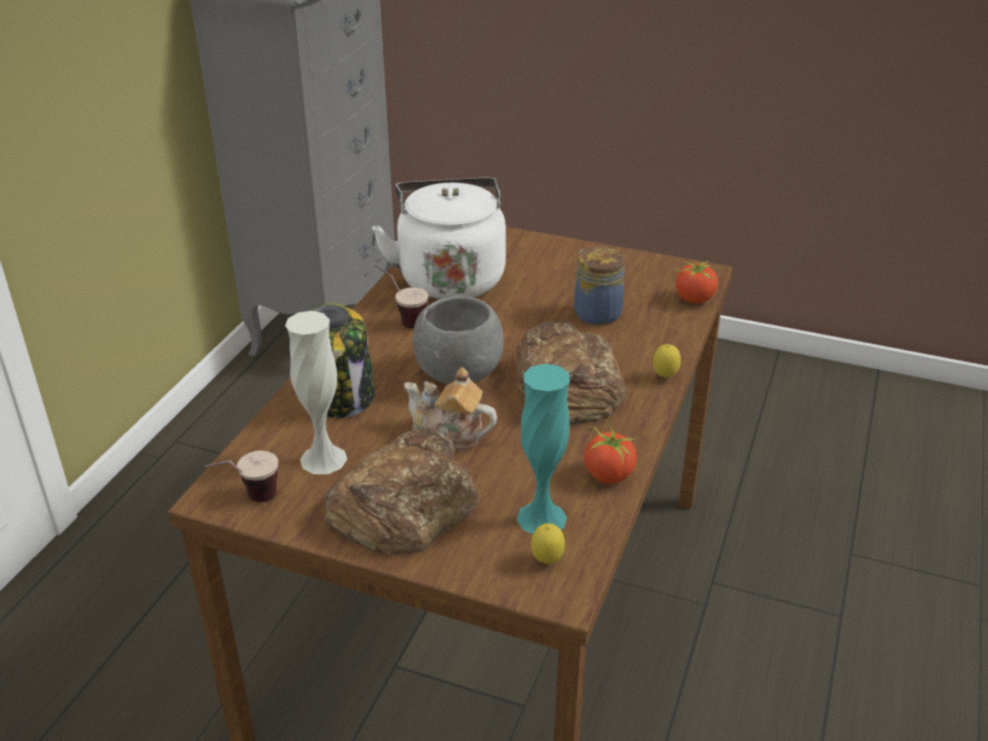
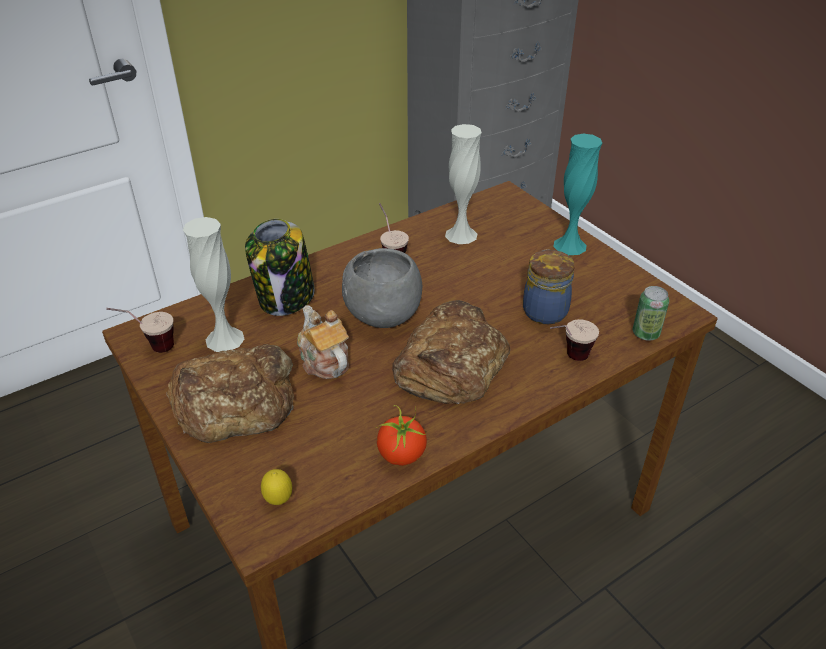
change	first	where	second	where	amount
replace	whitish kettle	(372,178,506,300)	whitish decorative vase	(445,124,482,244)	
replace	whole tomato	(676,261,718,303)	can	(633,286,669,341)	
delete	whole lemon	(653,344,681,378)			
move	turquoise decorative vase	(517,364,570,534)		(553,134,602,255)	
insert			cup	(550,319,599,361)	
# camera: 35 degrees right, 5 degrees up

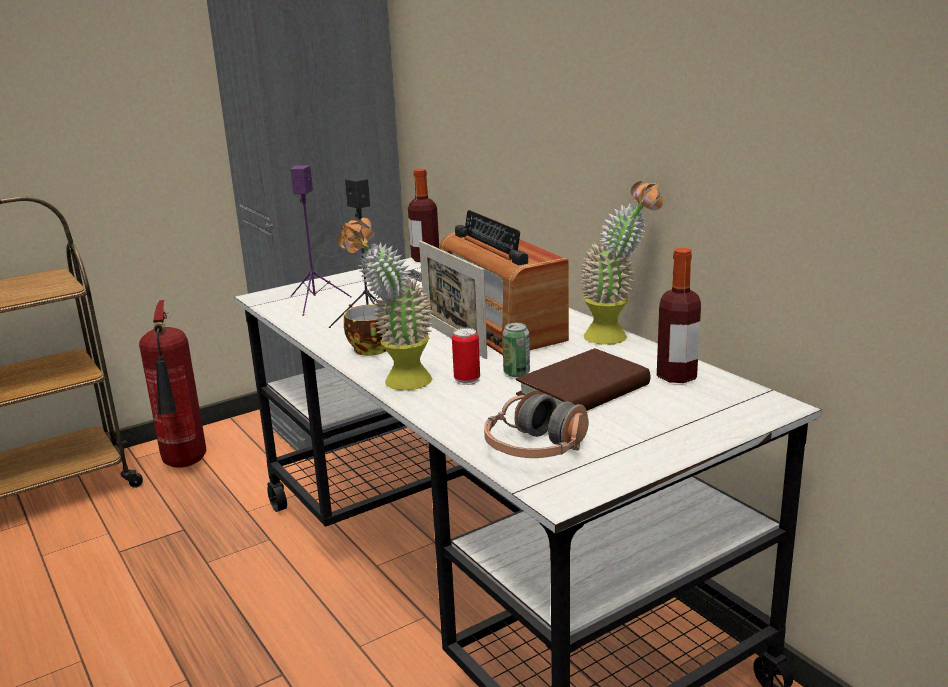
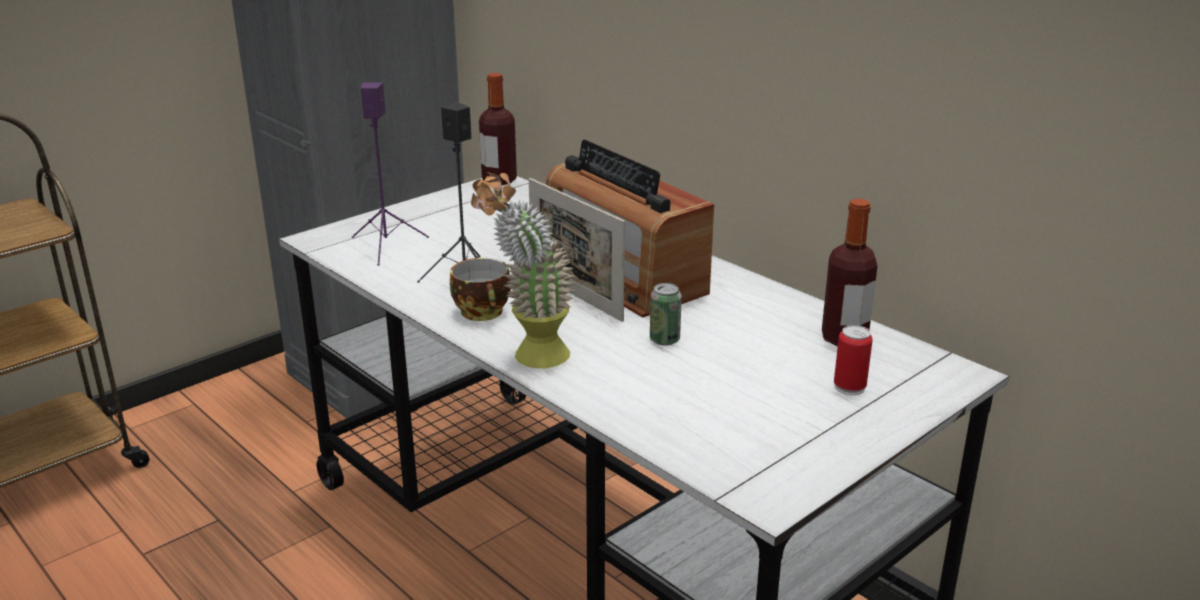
change	first	where	second	where	amount
delete	houseplant	(580,181,663,345)			
delete	extinguisher	(139,300,206,467)			
move	can	(452,328,480,385)		(834,325,873,395)	
delete	brown-coloured volume	(516,348,651,411)			
delete	pair of headphones	(484,390,589,458)			
# camera: 10 degrees left, 5 degrees up

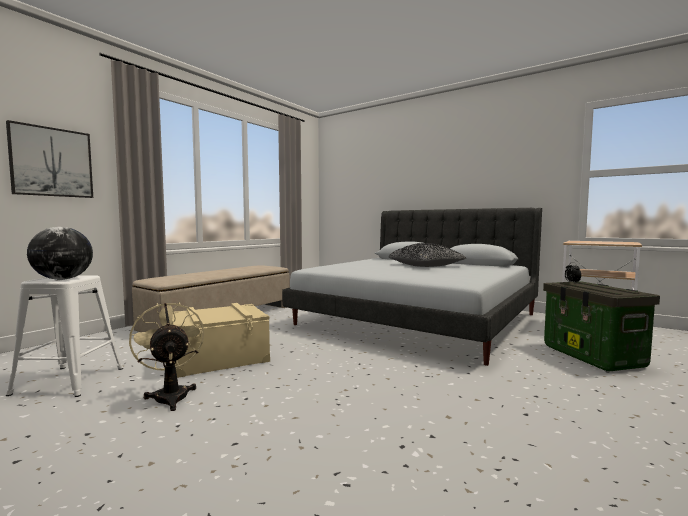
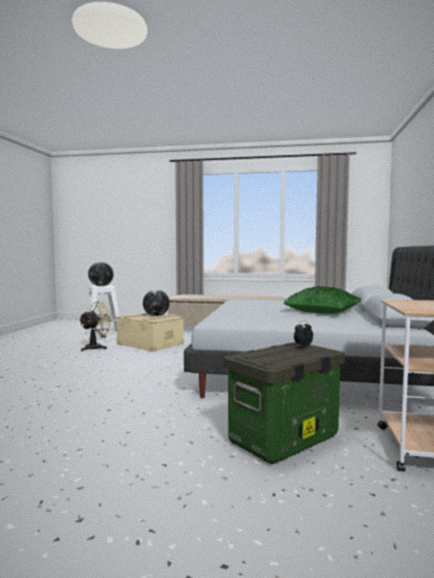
change	first	where	second	where	amount
delete	wall art	(6,120,93,198)			
recolor	greyish throw pillow	(389,243,466,267)	green throw pillow	(284,286,362,314)	
insert			world globe	(143,290,170,316)	
# camera: 65 degrees right, 0 degrees up

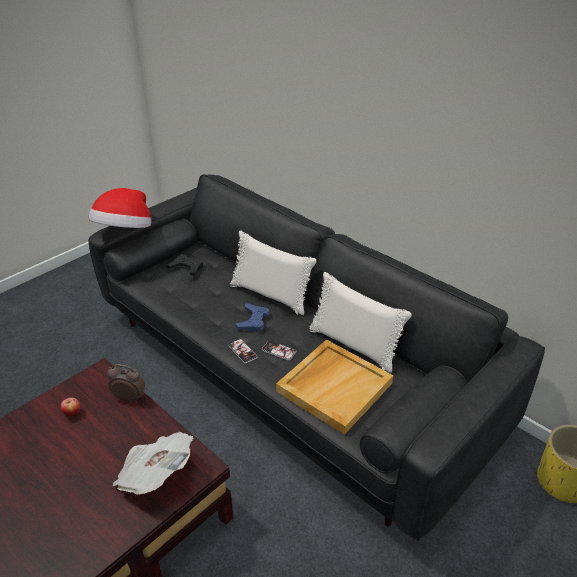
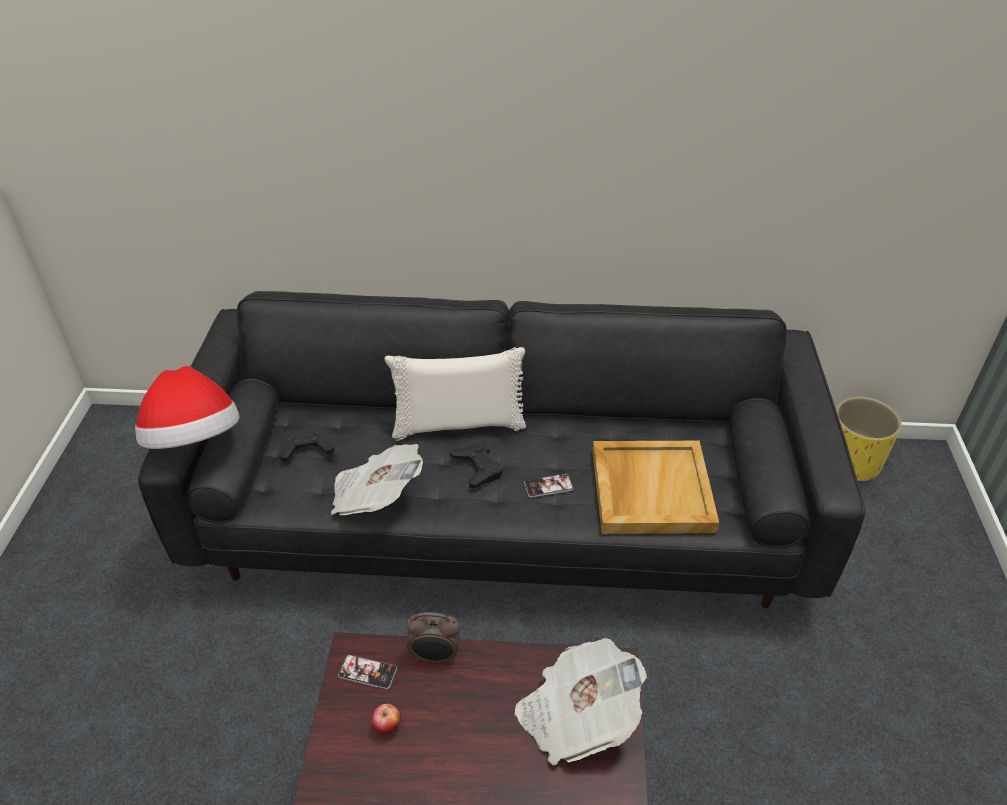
change	first	where	second	where	amount
delete	whitish throw pillow	(309,272,412,373)			
recolor	blue joypad	(235,303,269,332)	black-coloured joypad	(449,442,502,488)	
move	telephone	(228,339,258,364)		(338,655,397,689)	
rotate	bedside clock	(107,364,145,403)		(407,612,460,663)	150 degrees counterclockwise
insert			printed paper	(331,444,423,515)	
# camera: 40 degrees left, 5 degrees up

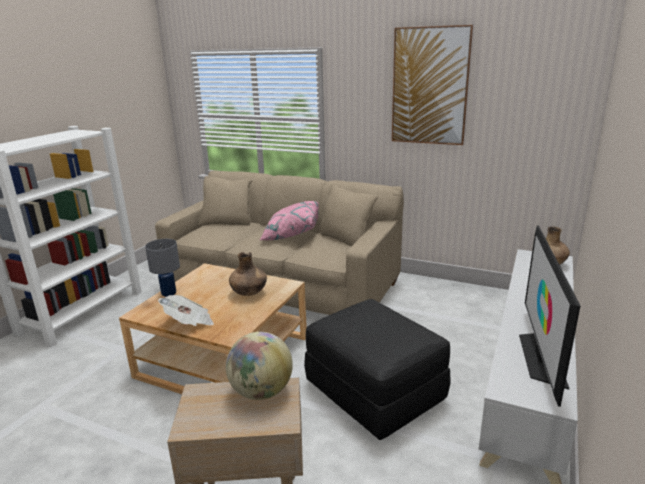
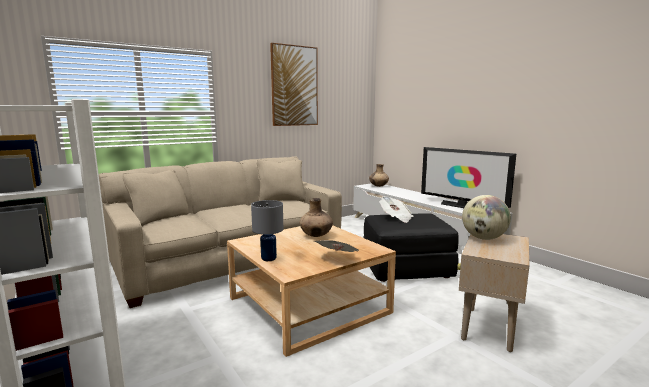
change	first	where	second	where	amount
delete	pinkish throw pillow	(260,201,319,240)			
insert			printed paper	(379,196,413,223)	
# camera: 60 degrees left, 10 degrees down

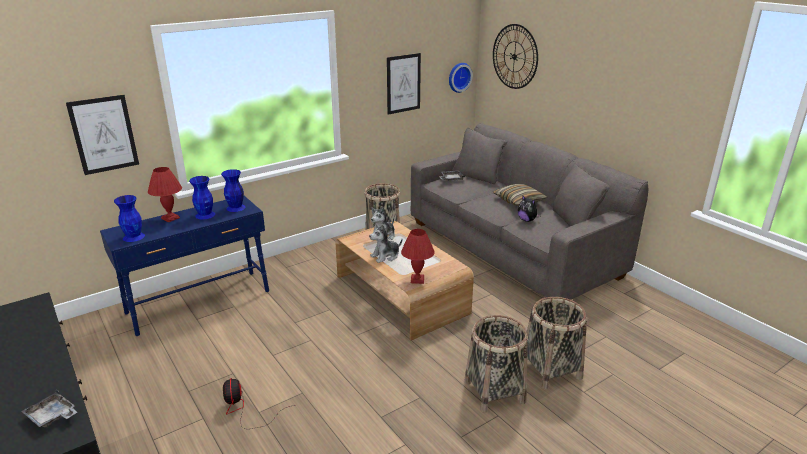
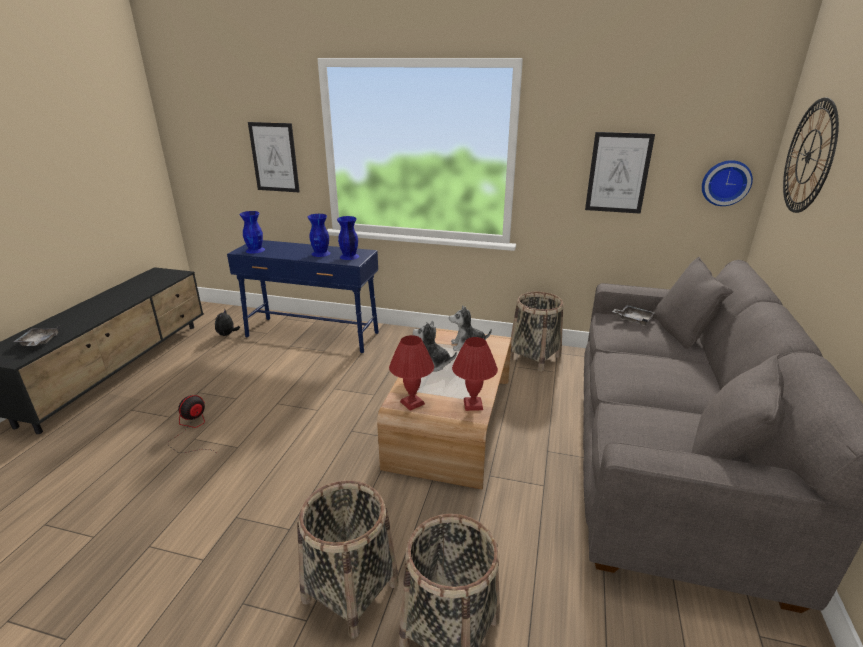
change	first	where	second	where	amount
move	red tabletop lamp	(148,167,182,222)		(452,337,498,411)	
delete	throw pillow	(493,184,548,206)			
move	soft toy	(518,195,541,222)		(215,310,240,336)	
# camera: 50 degrees right, 0 degrees up

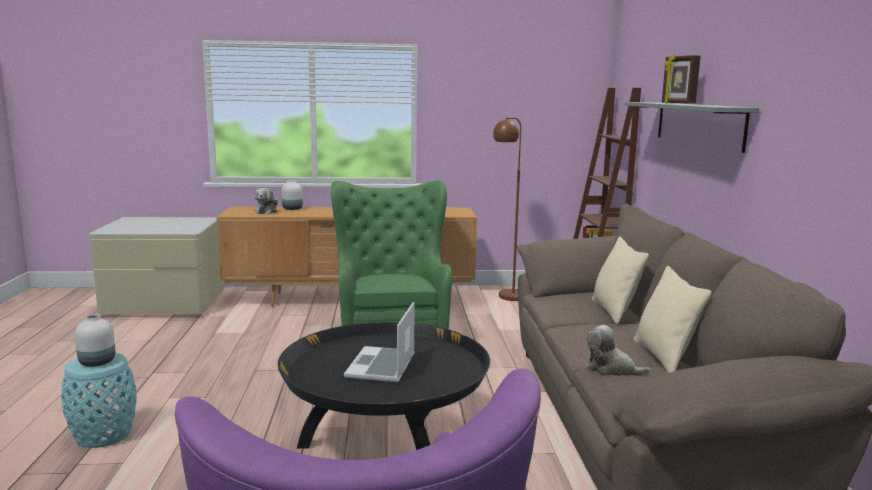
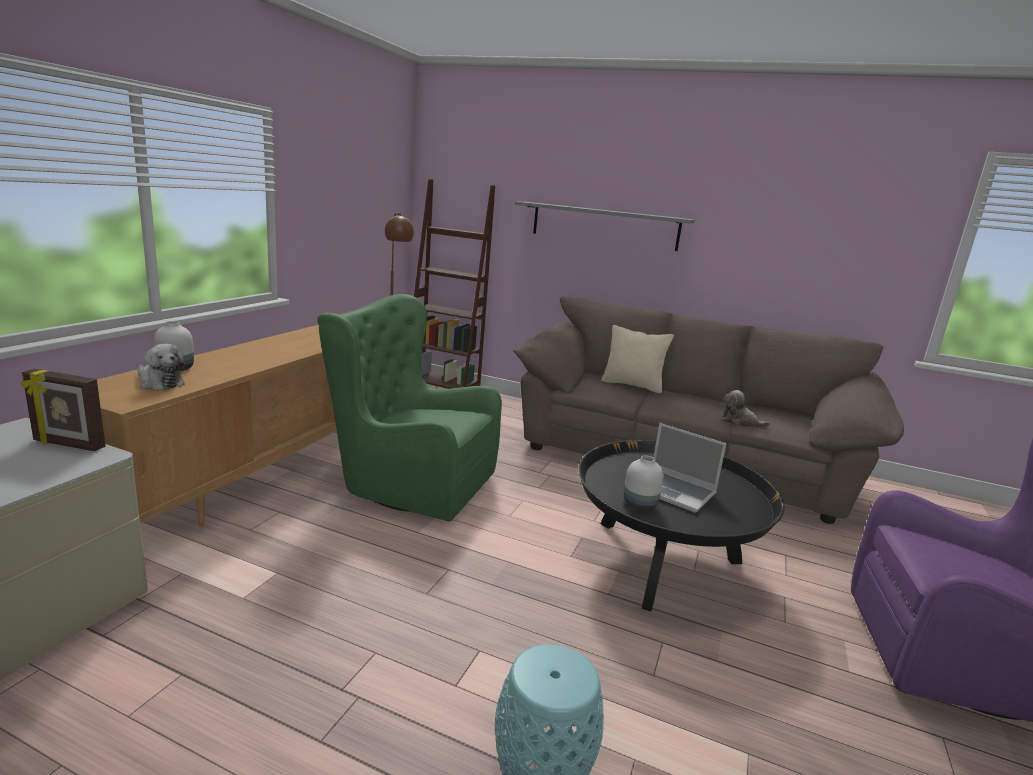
change	first	where	second	where	amount
move	picture frame	(662,54,701,104)		(21,369,106,451)	
delete	beige-coloured throw pillow	(634,266,712,373)			
move	whitish decorative vase	(75,314,115,367)		(624,455,664,510)	
rotate	soft toy	(586,325,651,377)		(722,390,770,428)	60 degrees clockwise
# camera: 65 degrees left, 5 degrees up

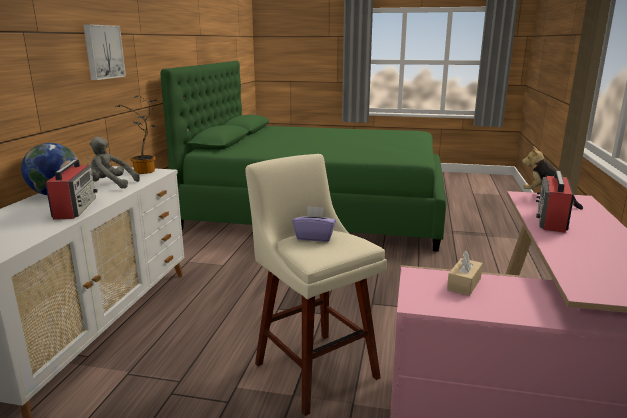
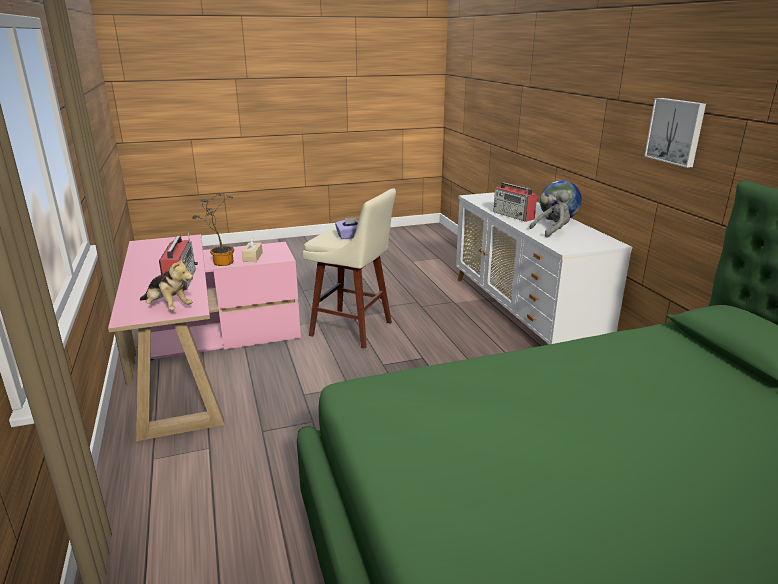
change	first	where	second	where	amount
move	houseplant	(115,96,157,174)		(192,194,234,266)	
# camera: 150 degrees right, 5 degrees up

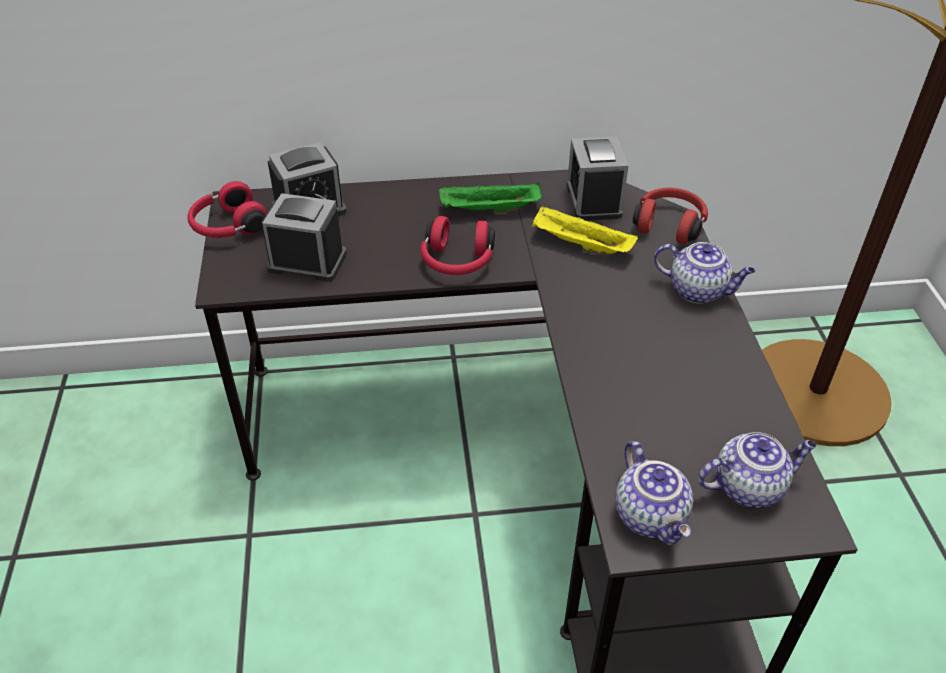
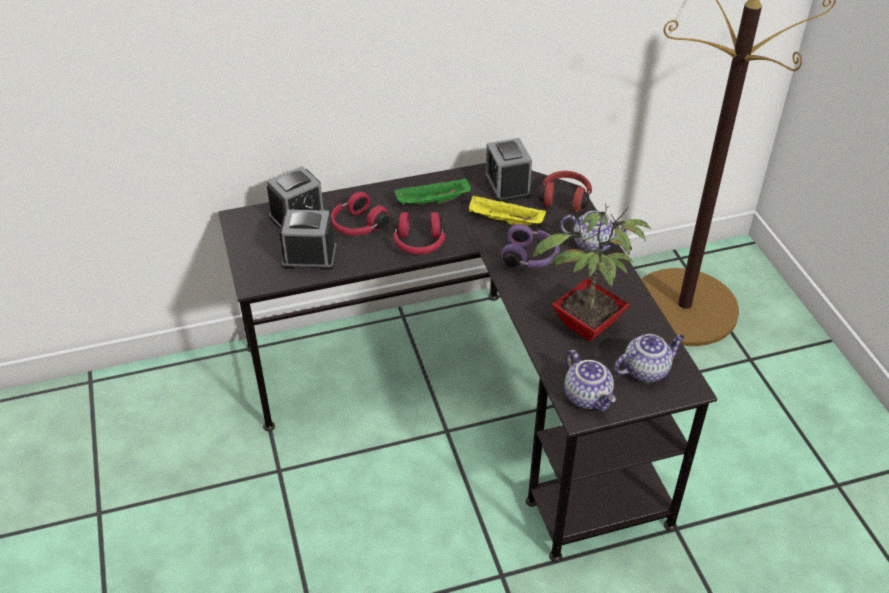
change	first	where	second	where	amount
move	red pair of headphones	(187,181,267,238)		(331,192,389,236)	
insert			houseplant	(532,200,651,341)	
insert			purplish pair of headphones	(501,224,560,268)	
# camera: 10 degrees left, 0 degrees up

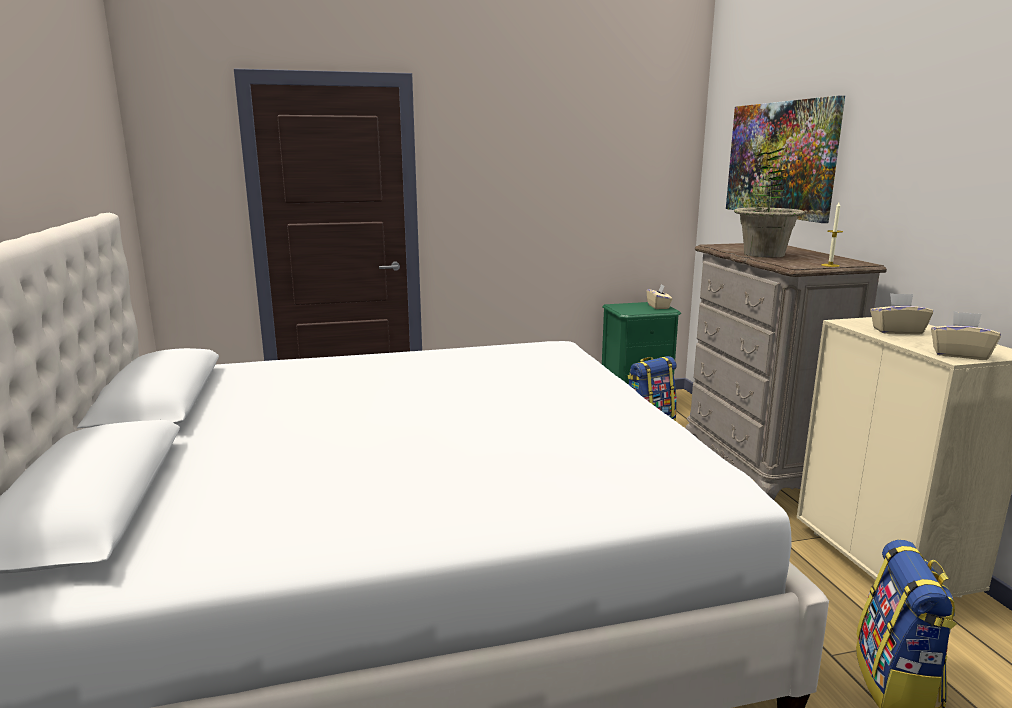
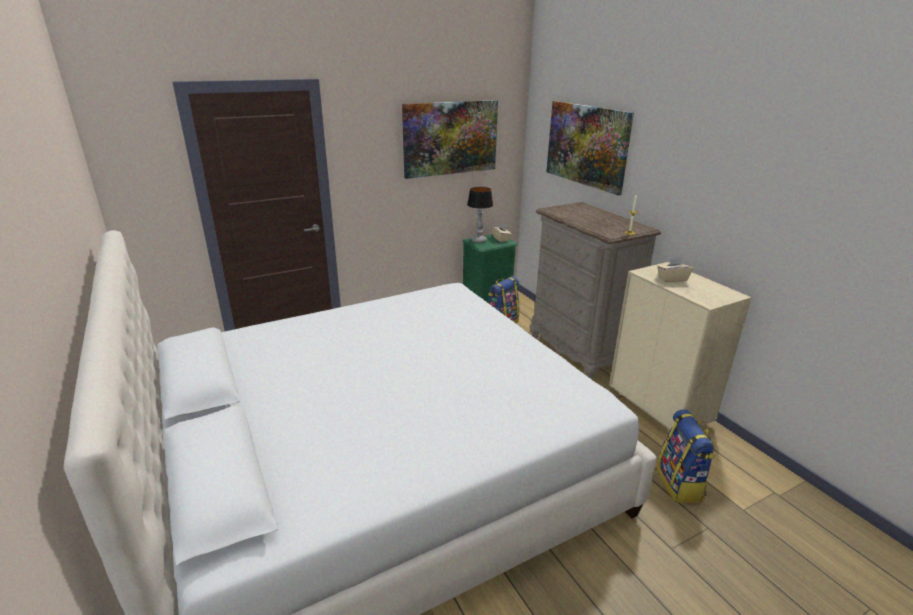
change	first	where	second	where	amount
delete	houseplant	(734,148,805,258)			
delete	beige-coloured tissue box	(931,311,1001,360)			
insert			wall art	(402,100,498,179)	
insert			tabletop lamp	(467,187,493,243)	
# camera: 15 degrees left, 10 degrees up

